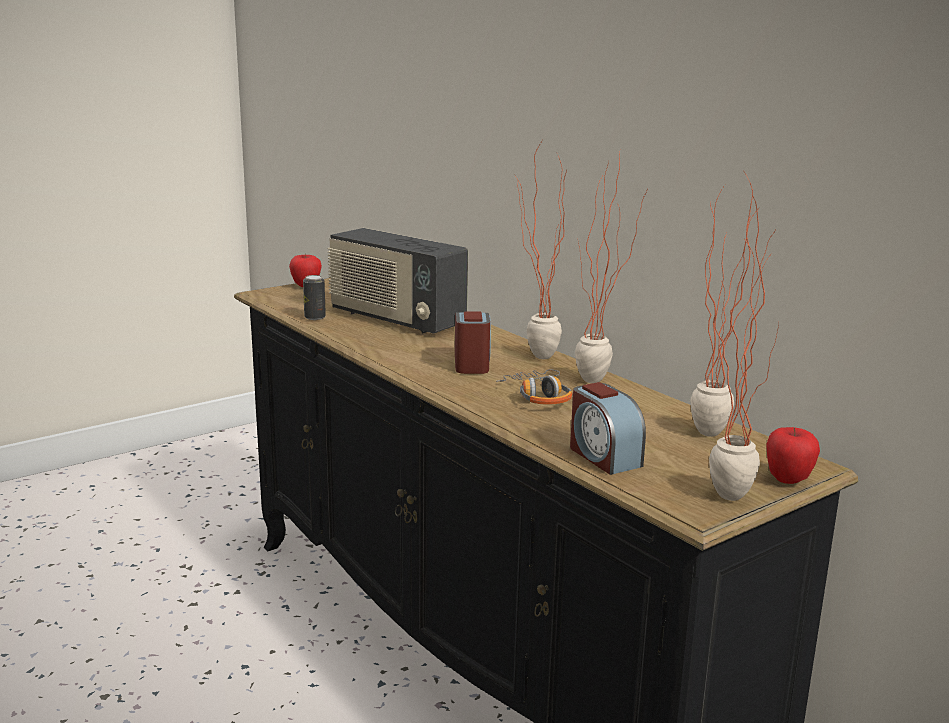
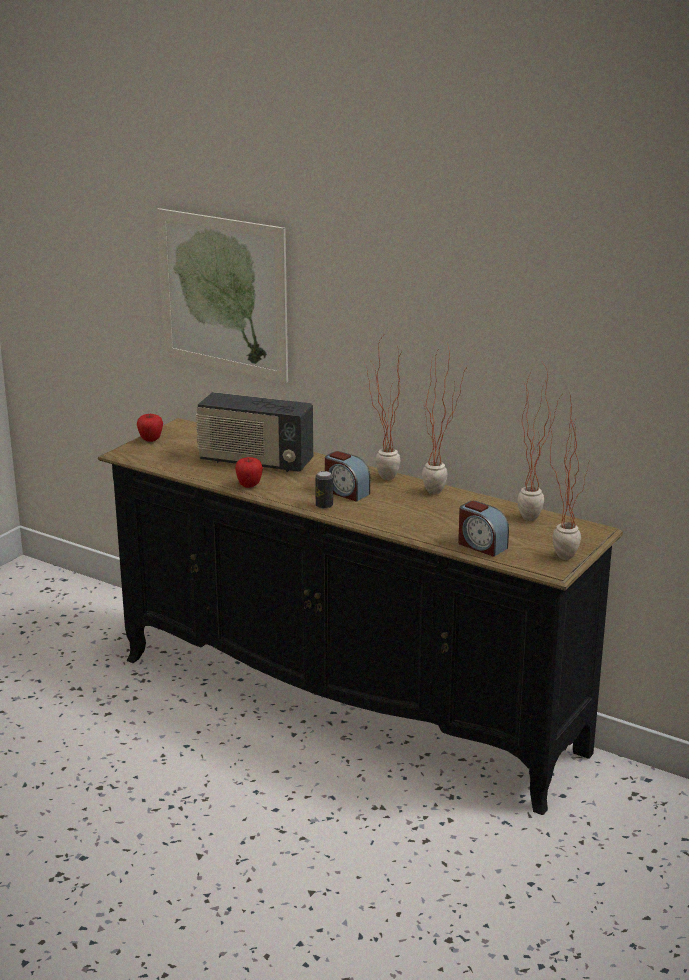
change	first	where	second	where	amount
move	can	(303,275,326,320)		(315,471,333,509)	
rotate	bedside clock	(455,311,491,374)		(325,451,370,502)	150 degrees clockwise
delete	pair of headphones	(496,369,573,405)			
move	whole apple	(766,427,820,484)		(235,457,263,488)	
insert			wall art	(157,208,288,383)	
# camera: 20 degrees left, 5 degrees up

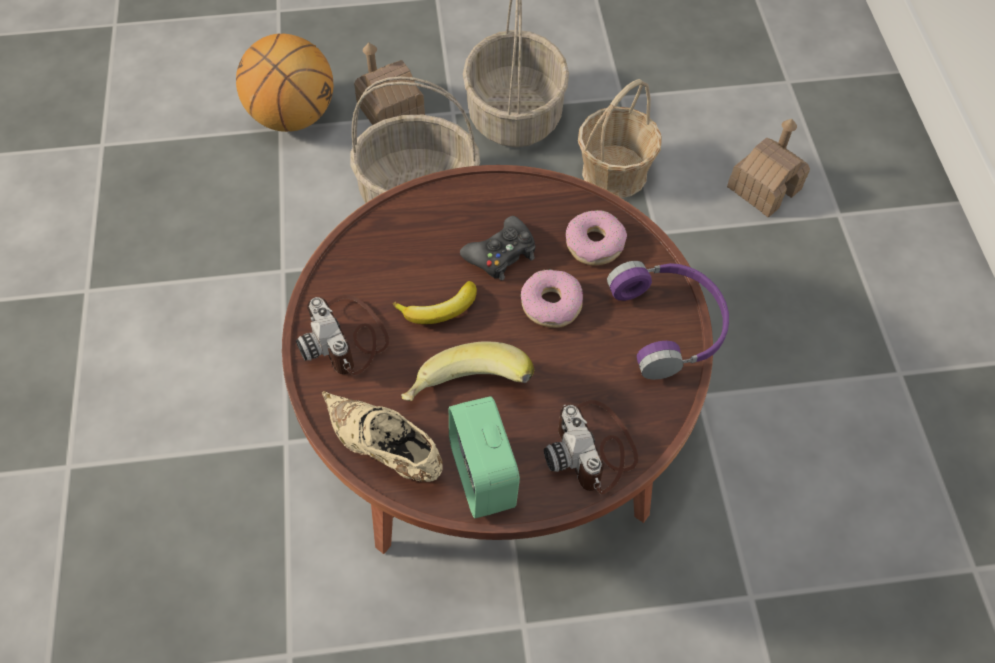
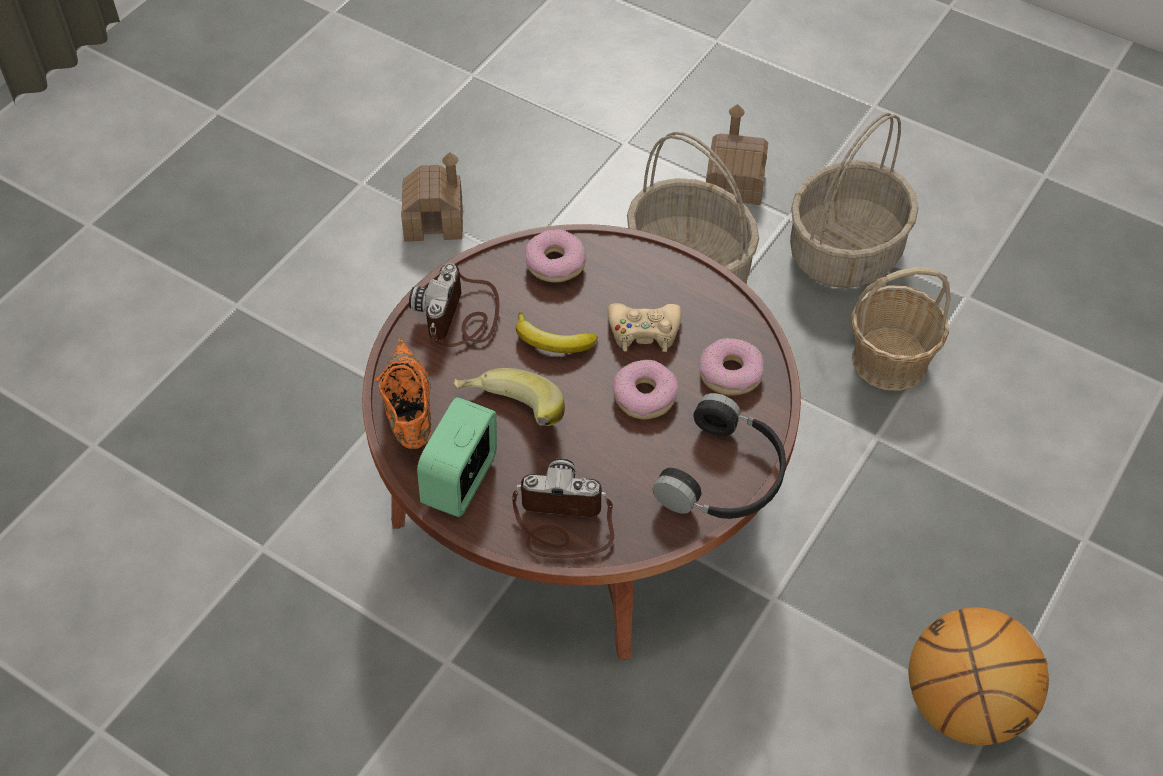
change	first	where	second	where	amount
move	basketball	(236,33,334,132)		(909,608,1049,745)	
move	miniature house	(727,119,810,217)		(401,152,463,242)	
recolor	black-coloured joypad	(460,216,536,280)	beige-coloured joypad	(607,303,682,352)	
recolor	purplish pair of headphones	(607,261,729,380)	black-coloured pair of headphones	(652,393,786,519)	
recolor	beige-coloured shoe	(322,391,443,482)	orange-coloured shoe	(375,338,431,449)	
rotate	still camera	(544,400,638,495)		(512,458,614,558)	75 degrees clockwise
insert			donut	(525,229,586,283)	
# camera: 40 degrees right, 5 degrees down

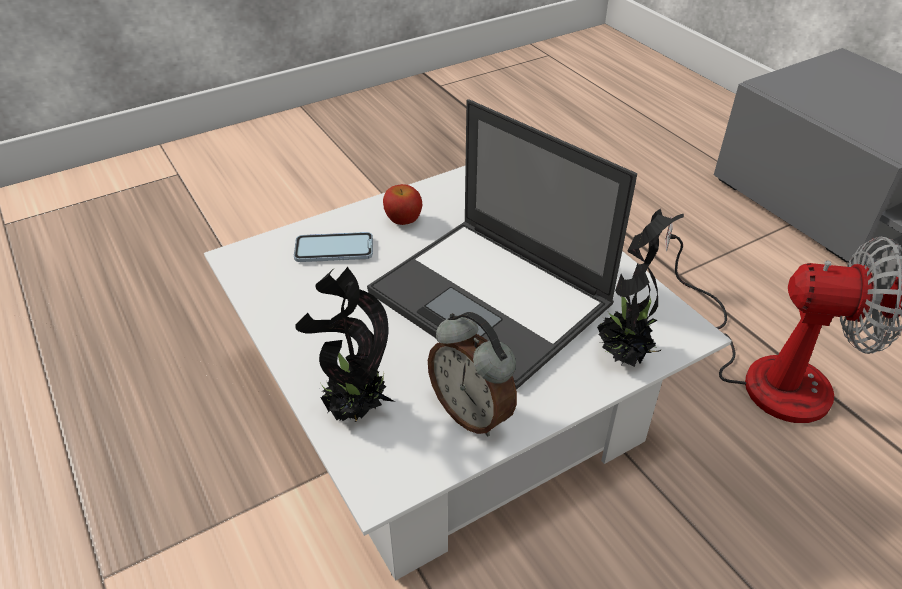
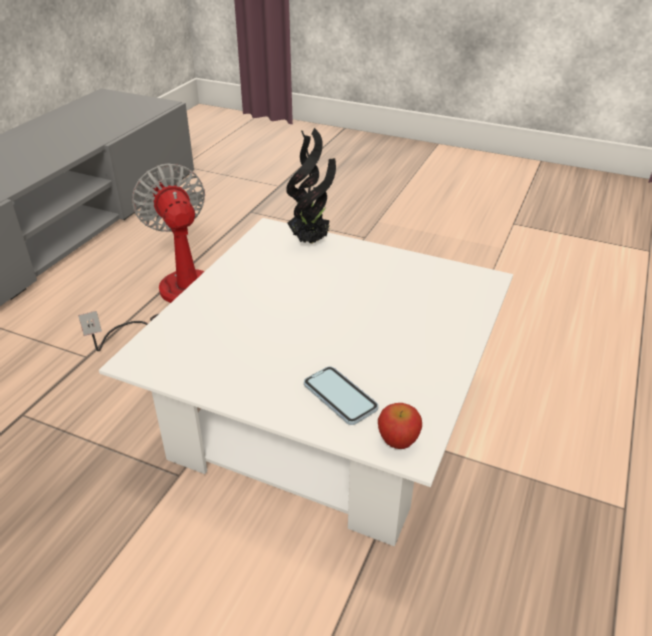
change	first	where	second	where	amount
delete	notebook computer	(367,99,637,390)			
move	whole apple	(383,184,422,225)		(378,403,422,449)	
delete	houseplant	(295,267,395,422)			
delete	bedside clock	(428,312,517,437)			
# camera: 125 degrees left, 5 degrees down

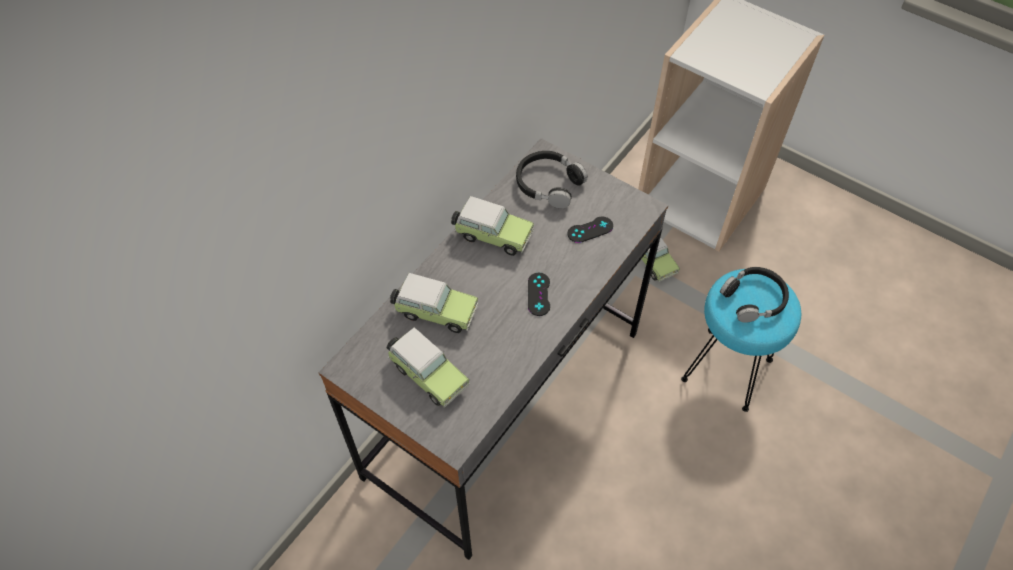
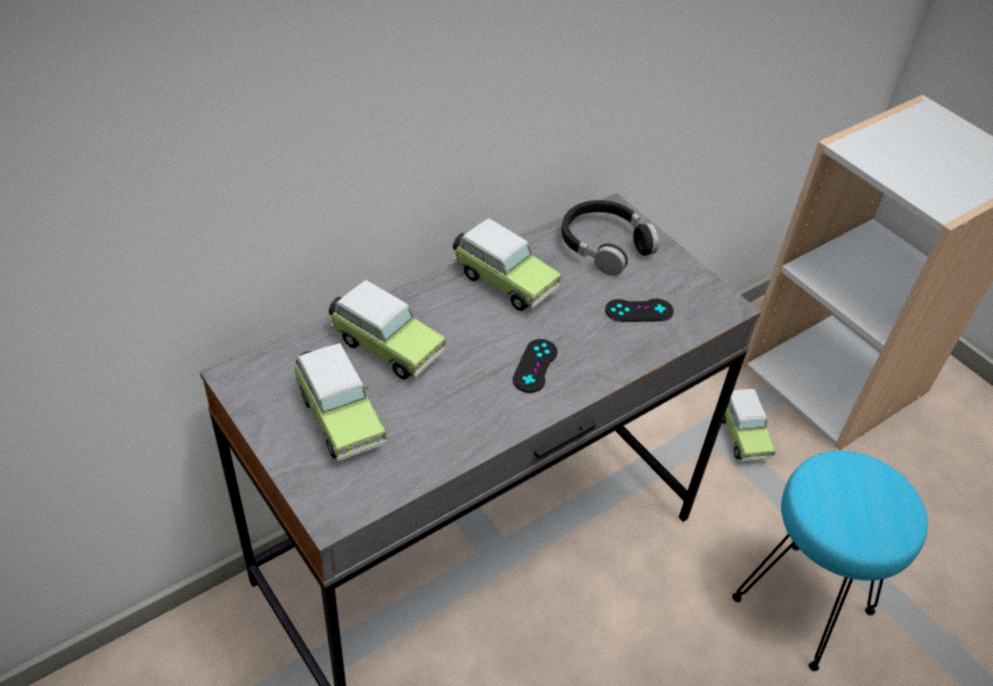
change	first	where	second	where	amount
delete	black-coloured pair of headphones	(720,267,789,323)			
# camera: 15 degrees right, 10 degrees down

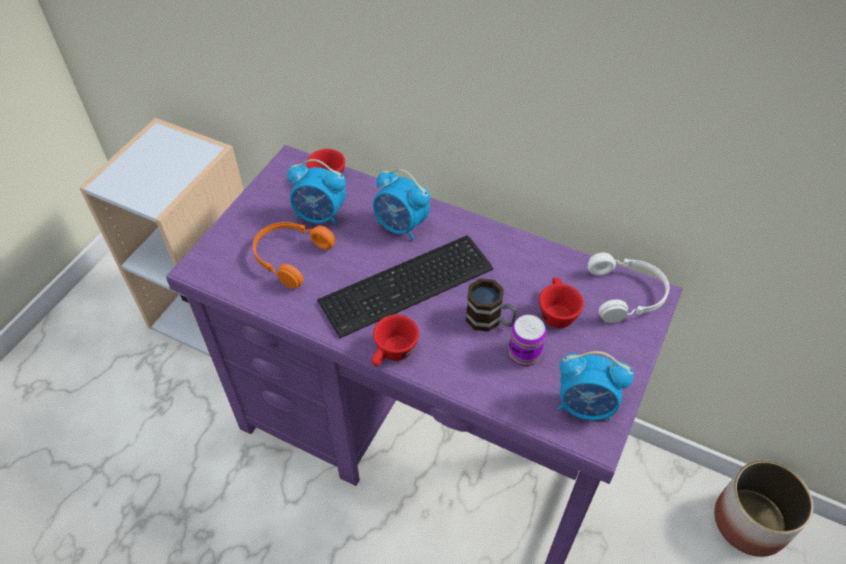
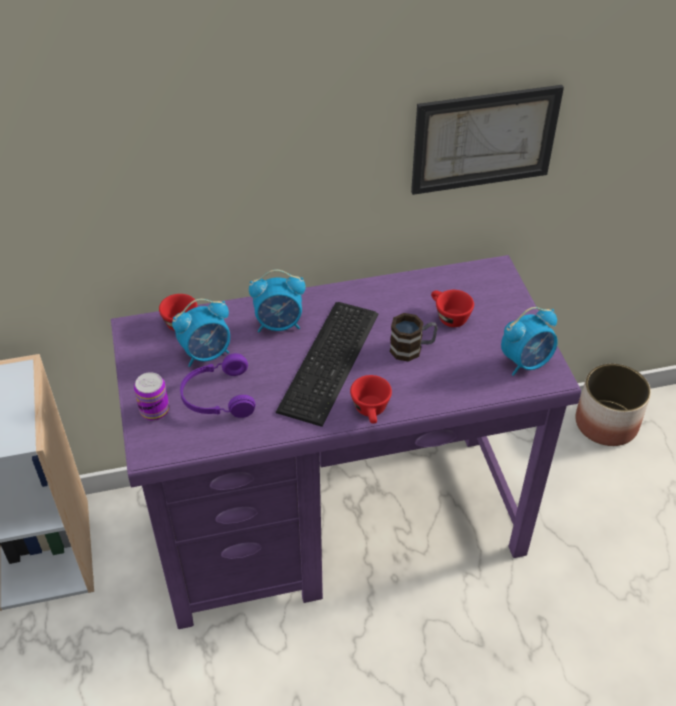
change	first	where	second	where	amount
recolor	orange-coloured pair of headphones	(253,222,335,289)	purplish pair of headphones	(180,353,255,418)	
delete	whitish pair of headphones	(588,253,669,323)			
move	can	(509,315,546,366)		(134,372,169,421)	
insert			wall art	(411,85,564,195)	
# camera: 40 degrees left, 5 degrees down

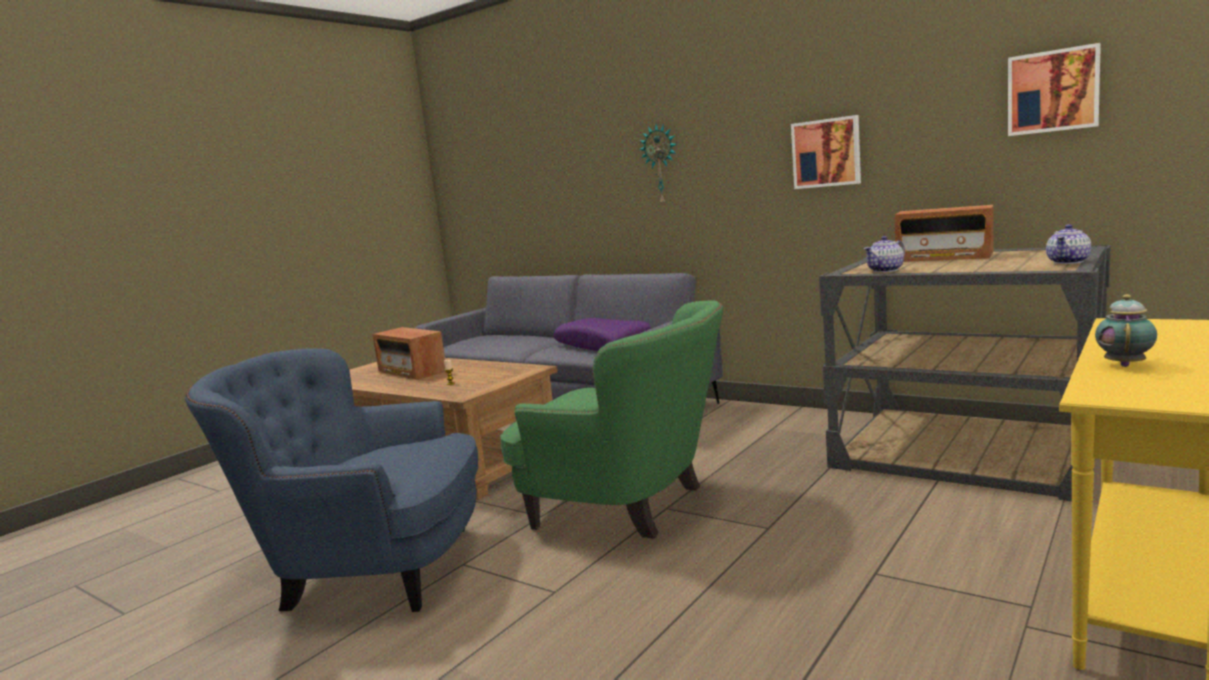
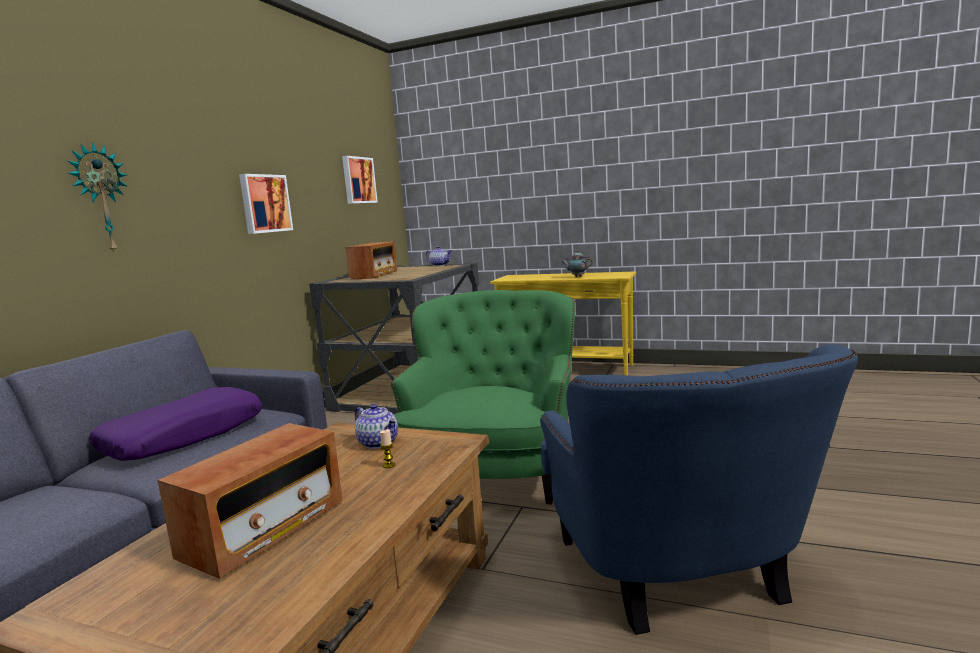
change	first	where	second	where	amount
move	pot for tea	(864,236,905,272)		(355,404,398,449)	
# camera: 105 degrees left, 0 degrees up

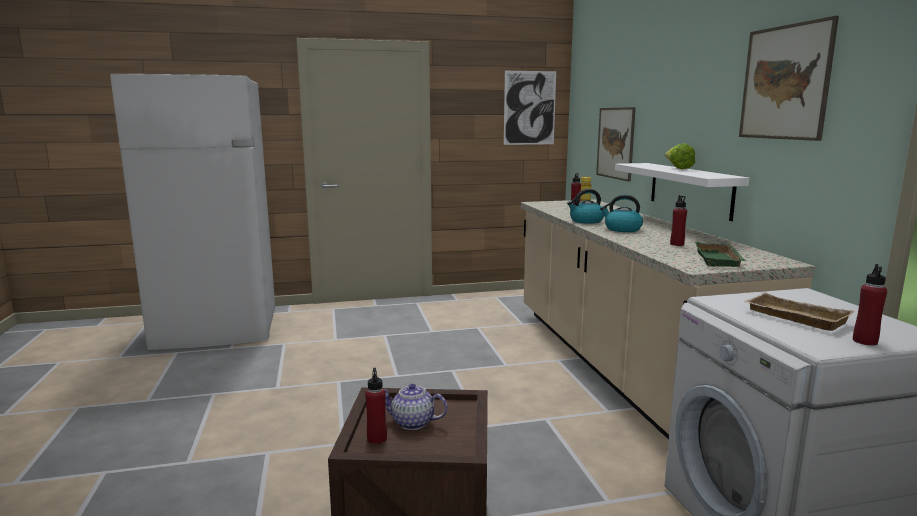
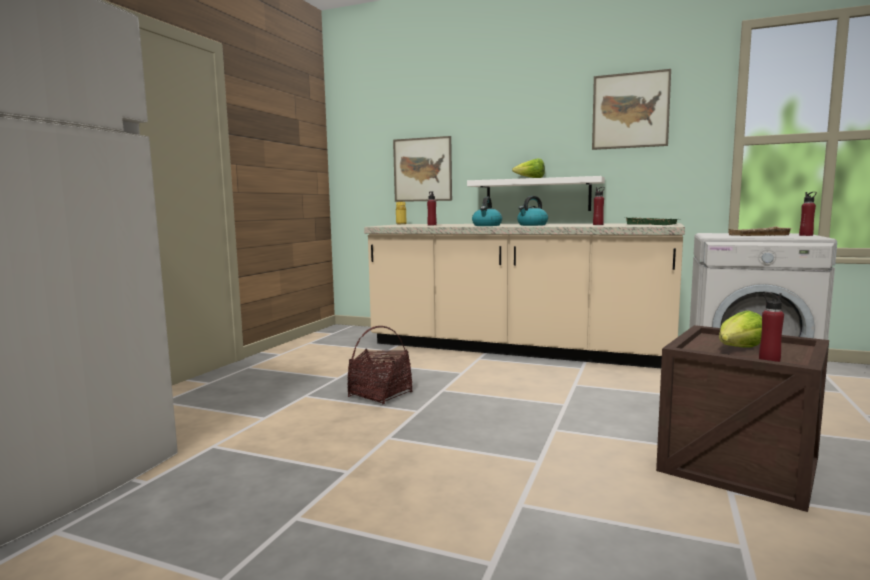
change	first	where	second	where	amount
delete	wall art	(504,71,556,145)			
replace	pot for tea	(385,383,447,430)	lettuce	(719,310,762,348)	
insert			storage basket	(348,326,412,404)	
# camera: 55 degrees left, 5 degrees down

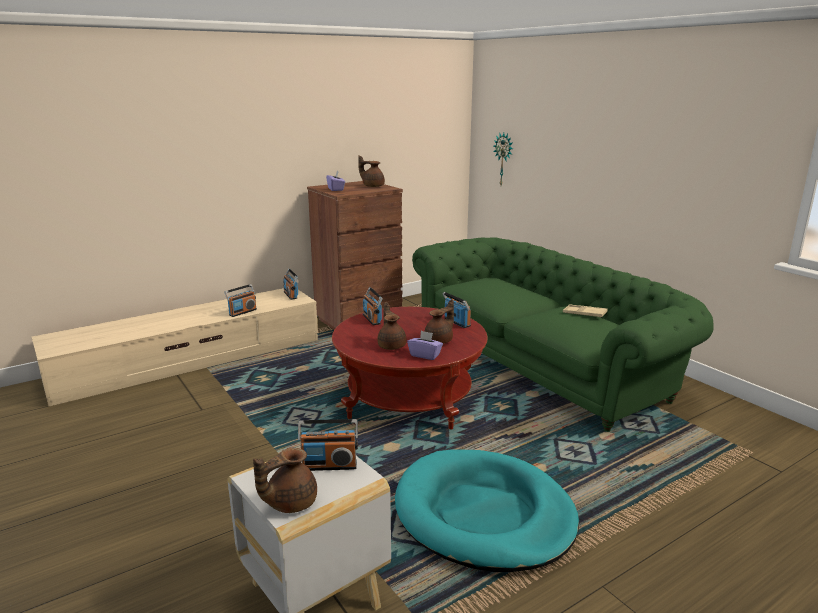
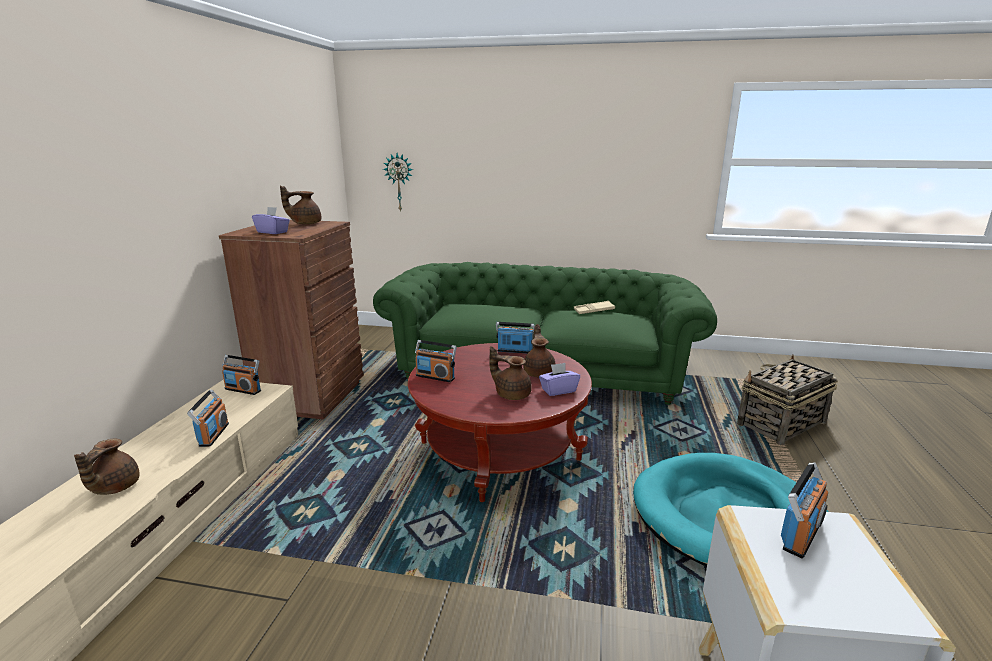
change	first	where	second	where	amount
move	brown-coloured pot for tea	(253,448,317,513)		(74,439,139,495)	
insert			storage basket	(737,355,838,445)	
# camera: 45 degrees left, 0 degrees up

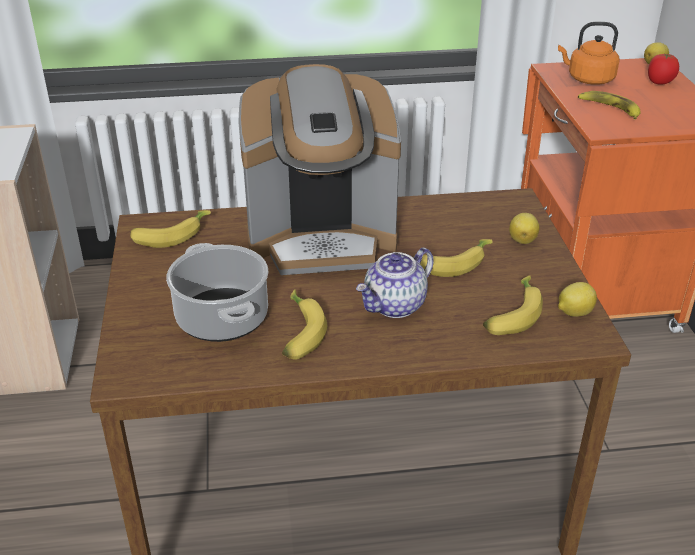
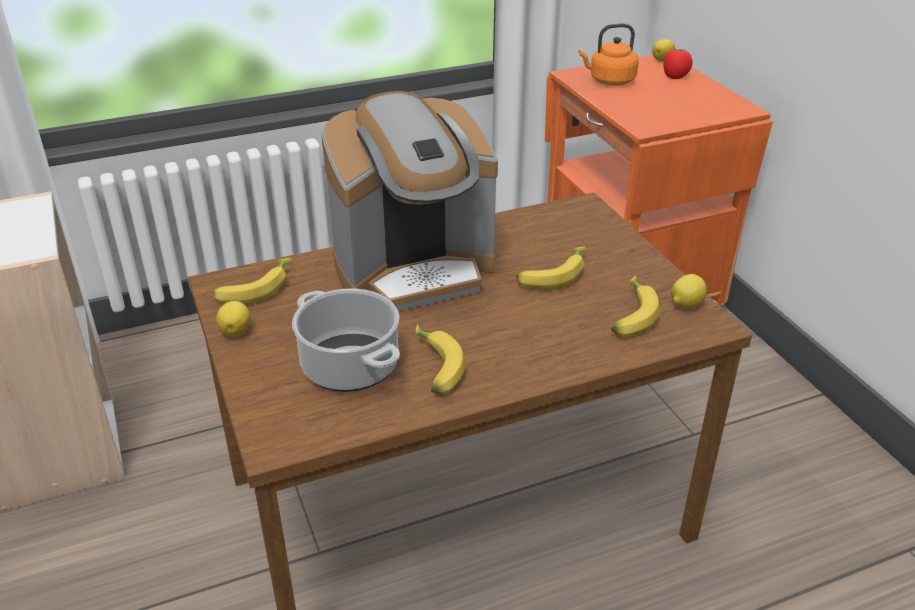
change	first	where	second	where	amount
delete	banana	(578,91,641,120)			
move	whole lemon	(509,213,540,244)		(216,301,250,337)	
delete	pot for tea	(356,248,434,318)			
# camera: 15 degrees left, 0 degrees up

